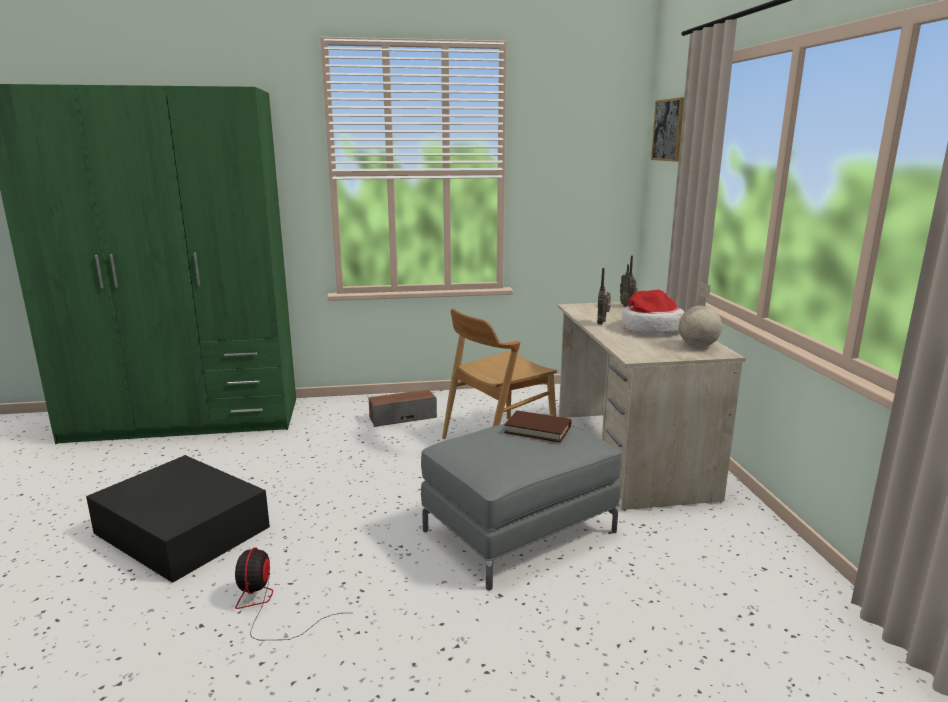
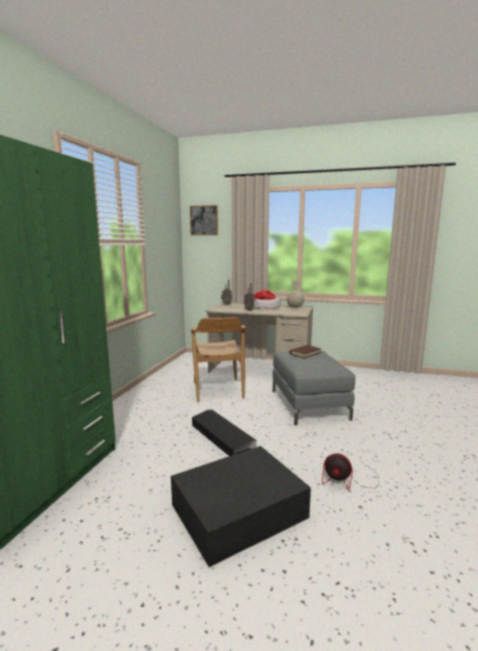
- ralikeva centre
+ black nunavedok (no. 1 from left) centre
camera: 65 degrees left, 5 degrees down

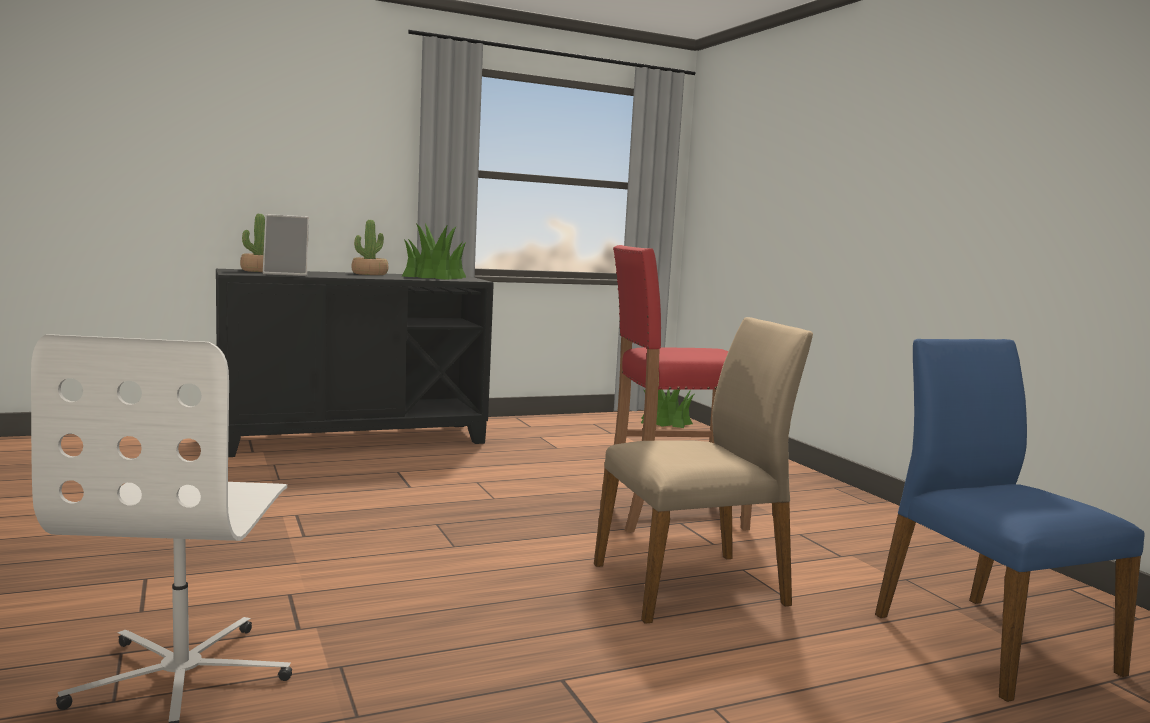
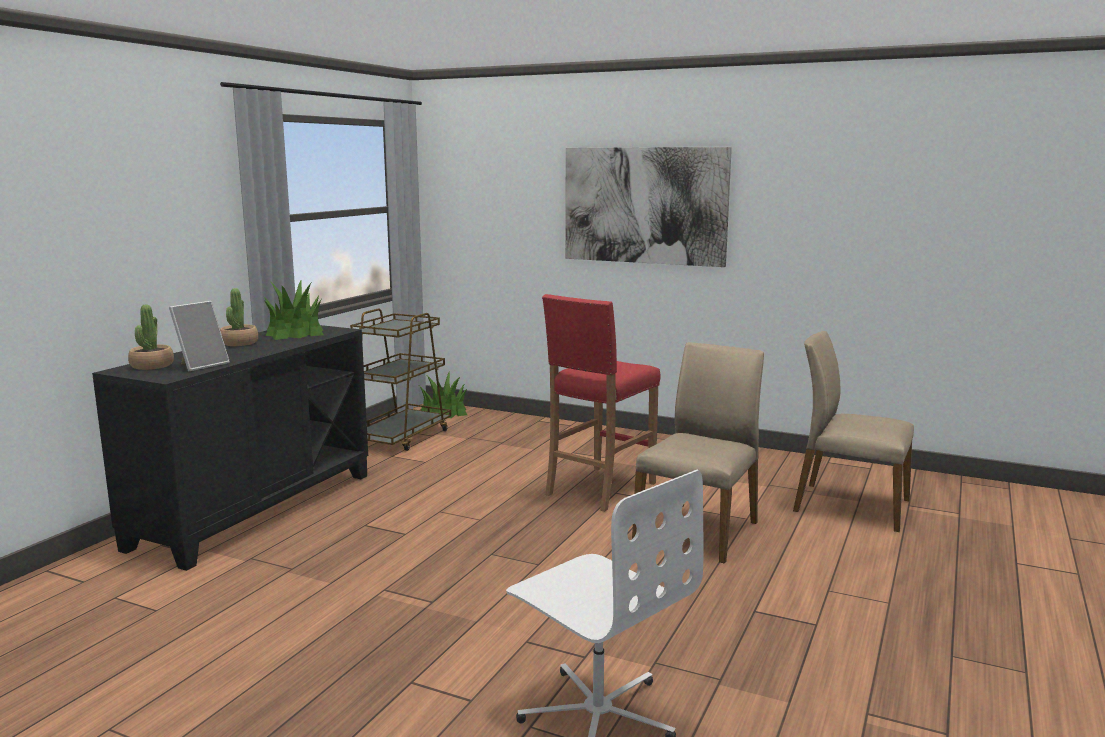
+ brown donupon centre
+ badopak top centre
~ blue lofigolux bottom right to beige lofigolux (no. 2 from left) middle right
camera: 40 degrees left, 5 degrees up

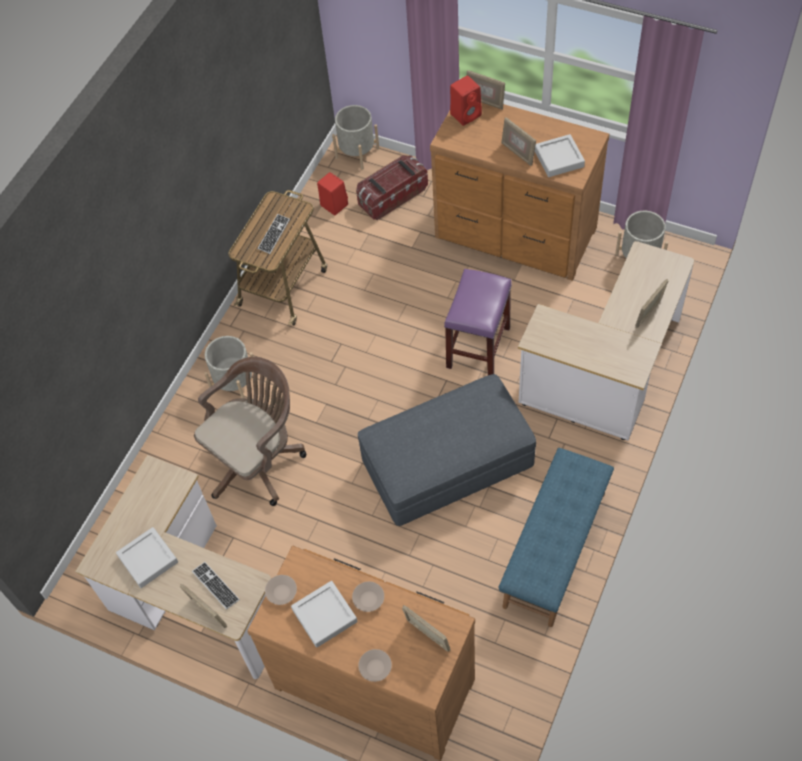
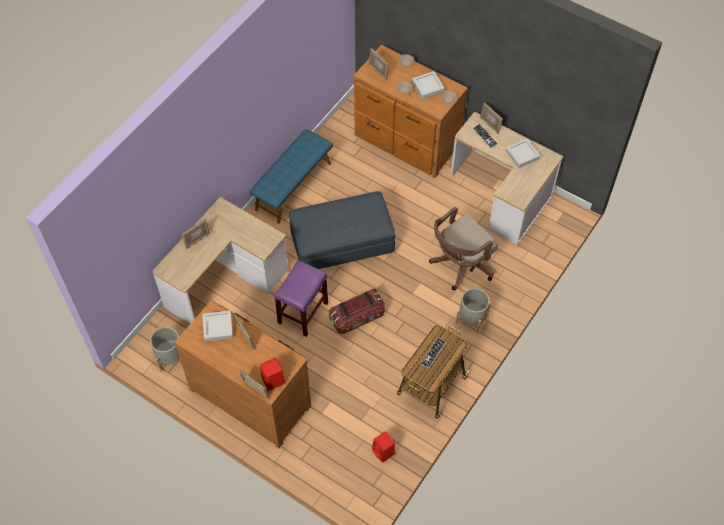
- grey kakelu (no. 2 from left) top centre
~ nunavedok top centre to centre
camera: 175 degrees left, 0 degrees up

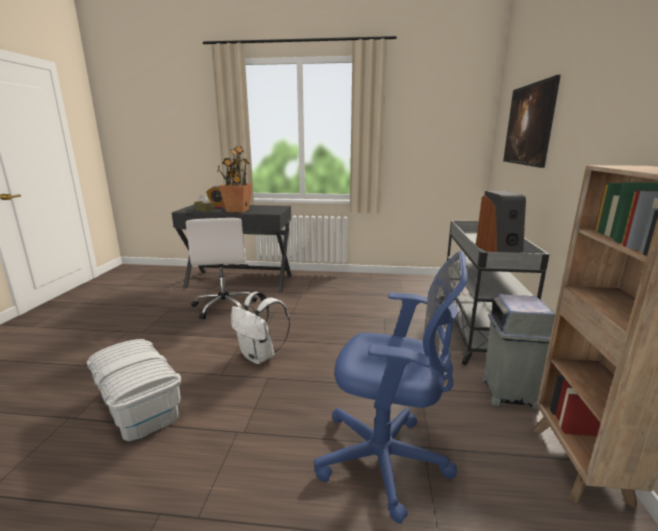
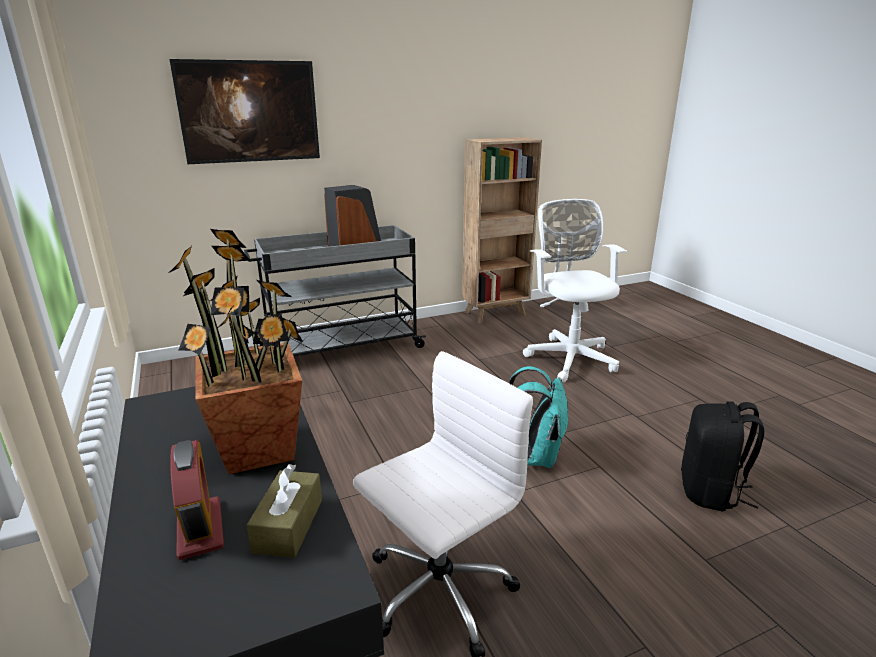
- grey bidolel middle right
~ white nunavedok bottom left to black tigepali bottom right
~ white tigepali centre to turquoise tigepali centre
~ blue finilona bottom centre to white finilona (no. 2 from left) centre
camera: 120 degrees left, 5 degrees up

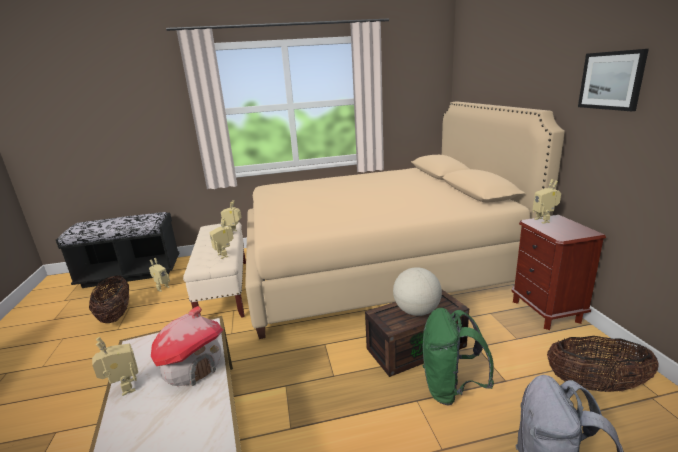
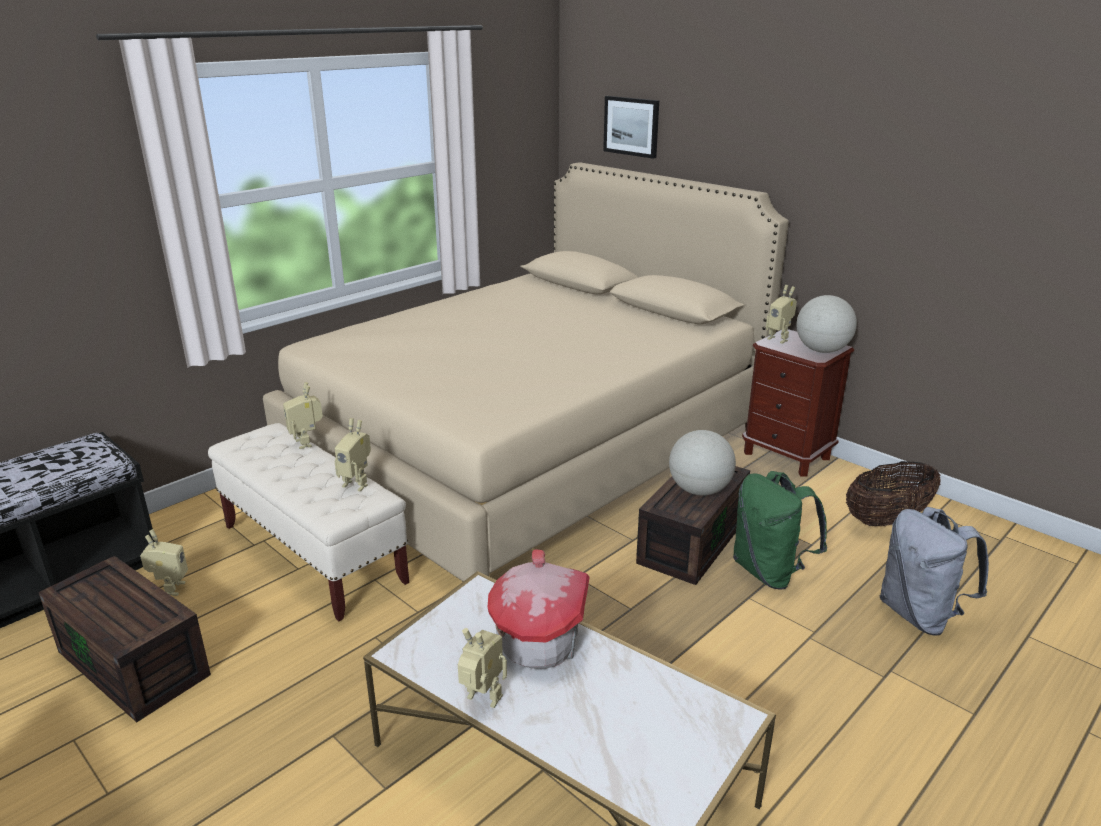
+ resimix (no. 2 from left) middle right
~ badopak top right to top centre
~ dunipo (no. 1 from left) middle left to brown nunavedok (no. 1 from left) bottom left
camera: 35 degrees left, 5 degrees up

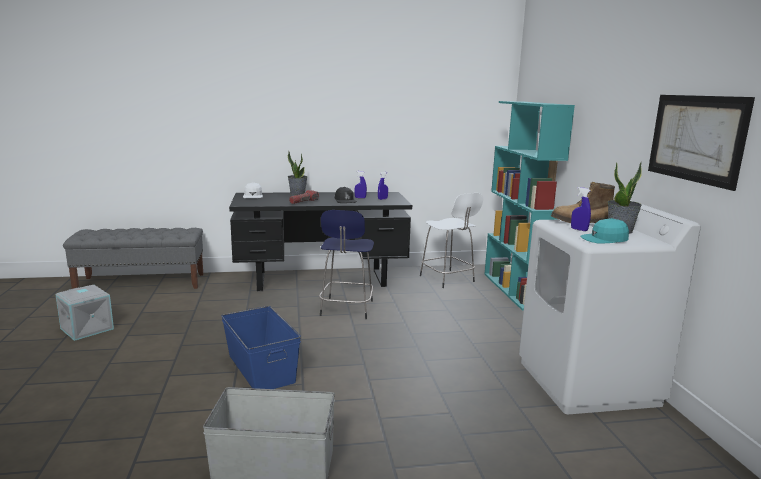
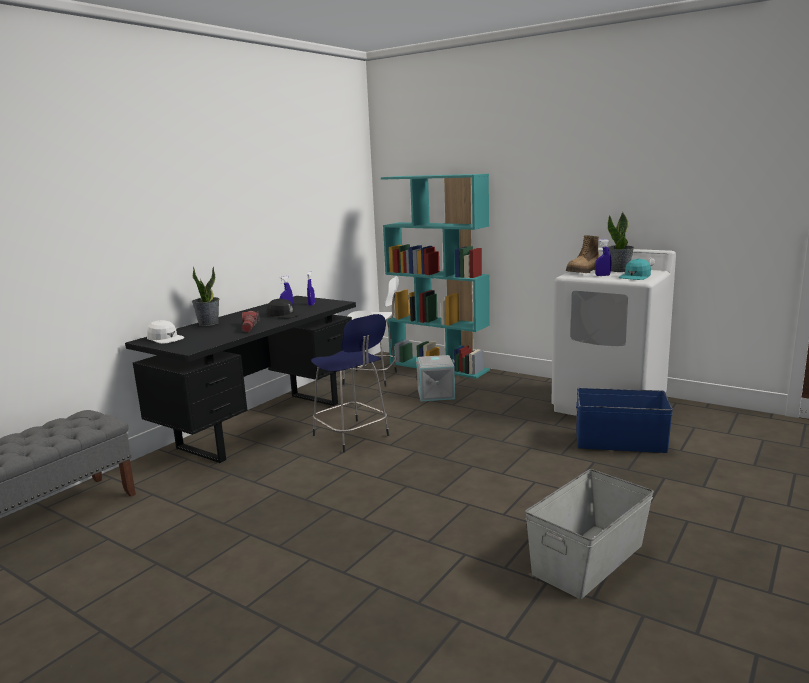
- badopak top right
~ grey nunavedok (no. 1 from left) middle left to centre
~ blue nunavedok bottom centre to middle right
camera: 45 degrees left, 0 degrees up

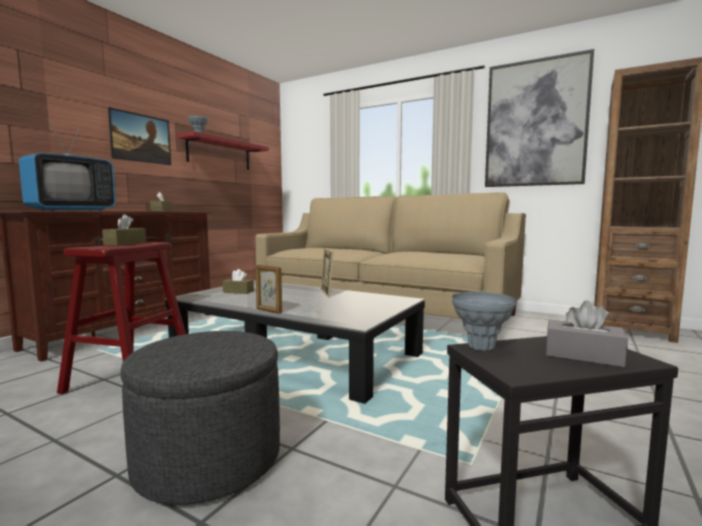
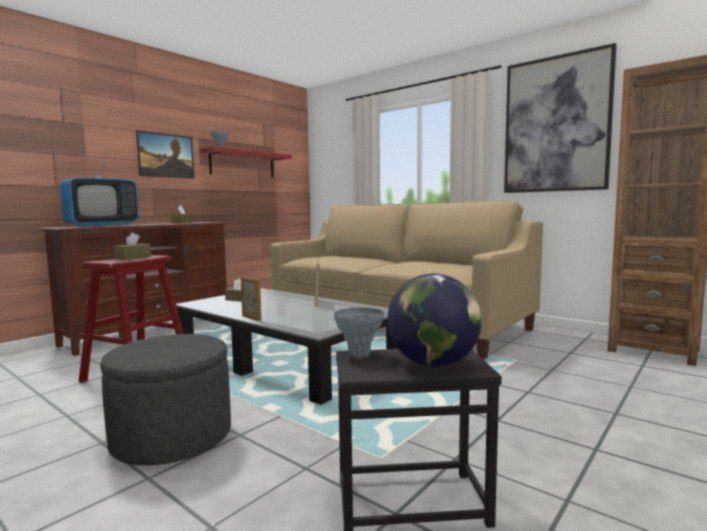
~ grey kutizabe middle right to resimix centre
camera: 10 degrees right, 0 degrees up

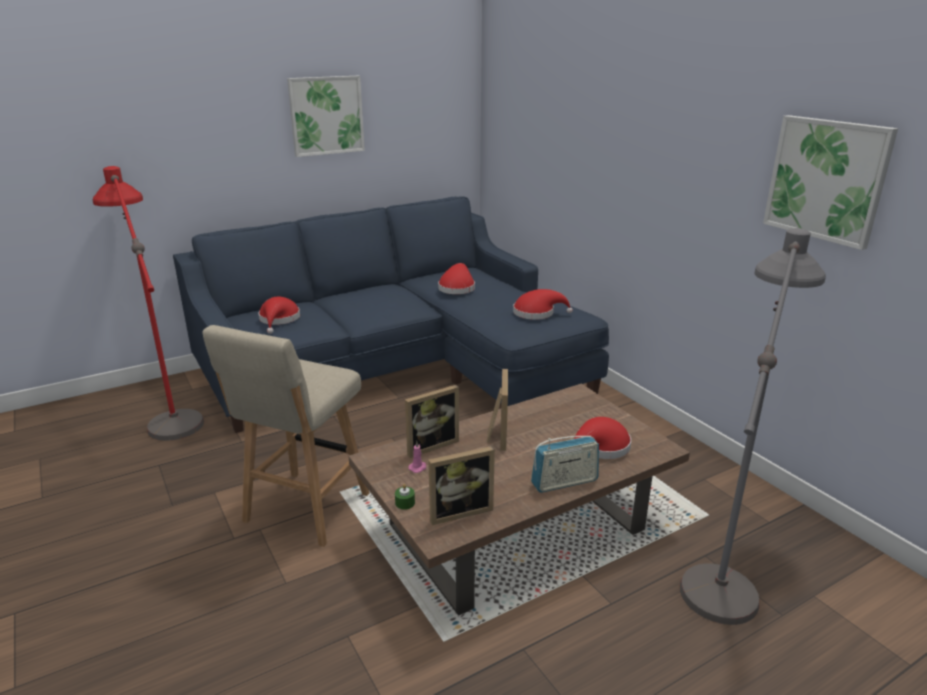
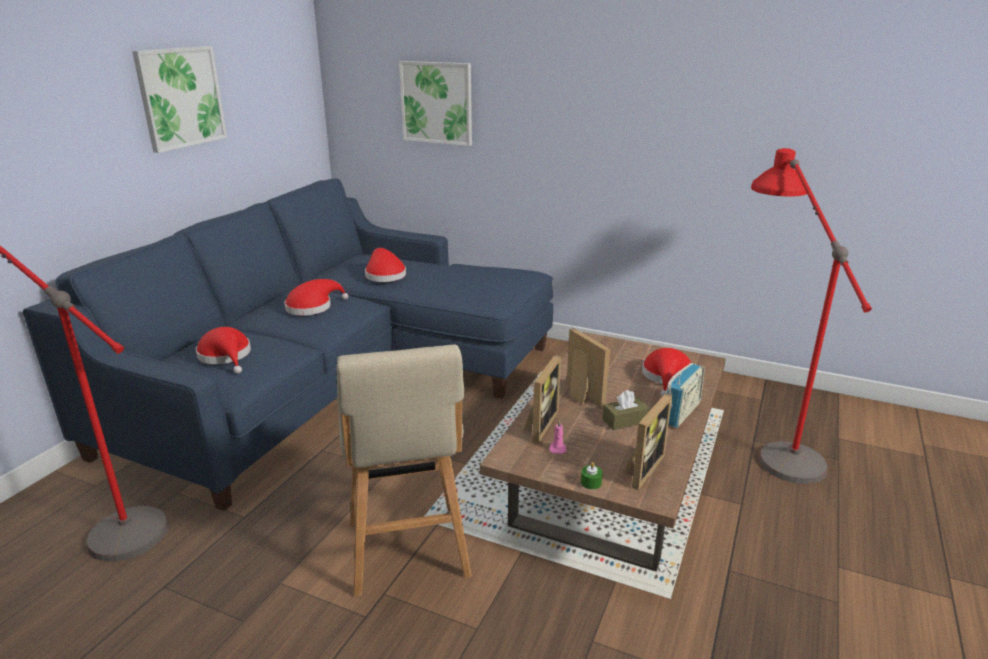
+ brown kutizabe centre
~ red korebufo (no. 3 from left in the first image) centre to red korebufo (no. 2 from left) middle left
~ badopak (no. 2 from left) top right to top centre
~ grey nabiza middle right to red nabiza (no. 2 from left) middle right
camera: 35 degrees left, 0 degrees up

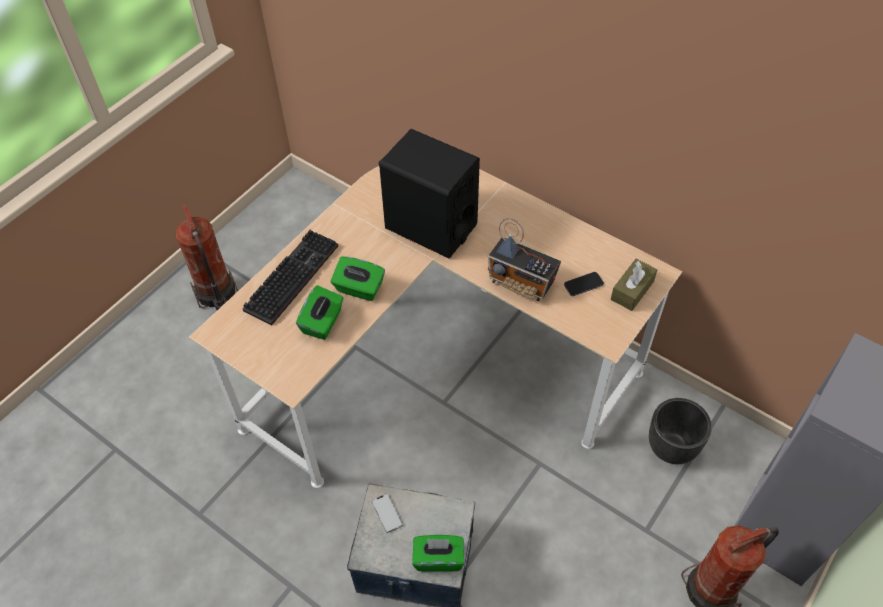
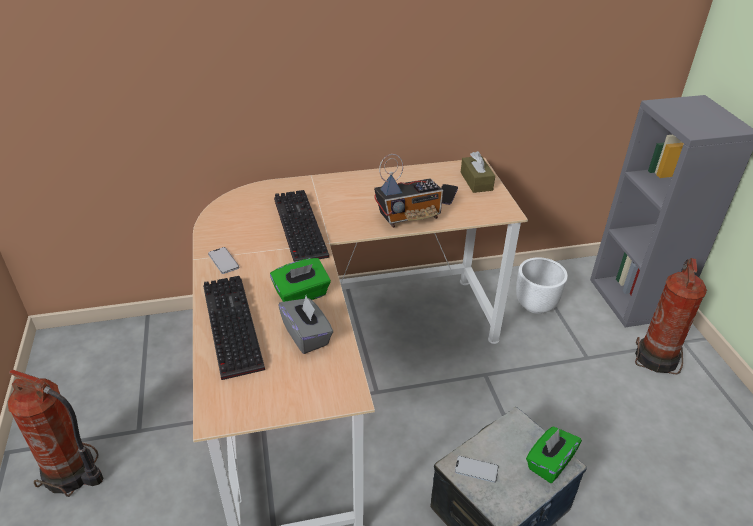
+ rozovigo (no. 1 from left) middle left
~ black ralikeva top centre to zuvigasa (no. 2 from left) centre
~ green kutizabe (no. 1 from left) centre to grey kutizabe centre
~ black kakelu bottom right to white kakelu middle right
camera: 50 degrees left, 15 degrees down

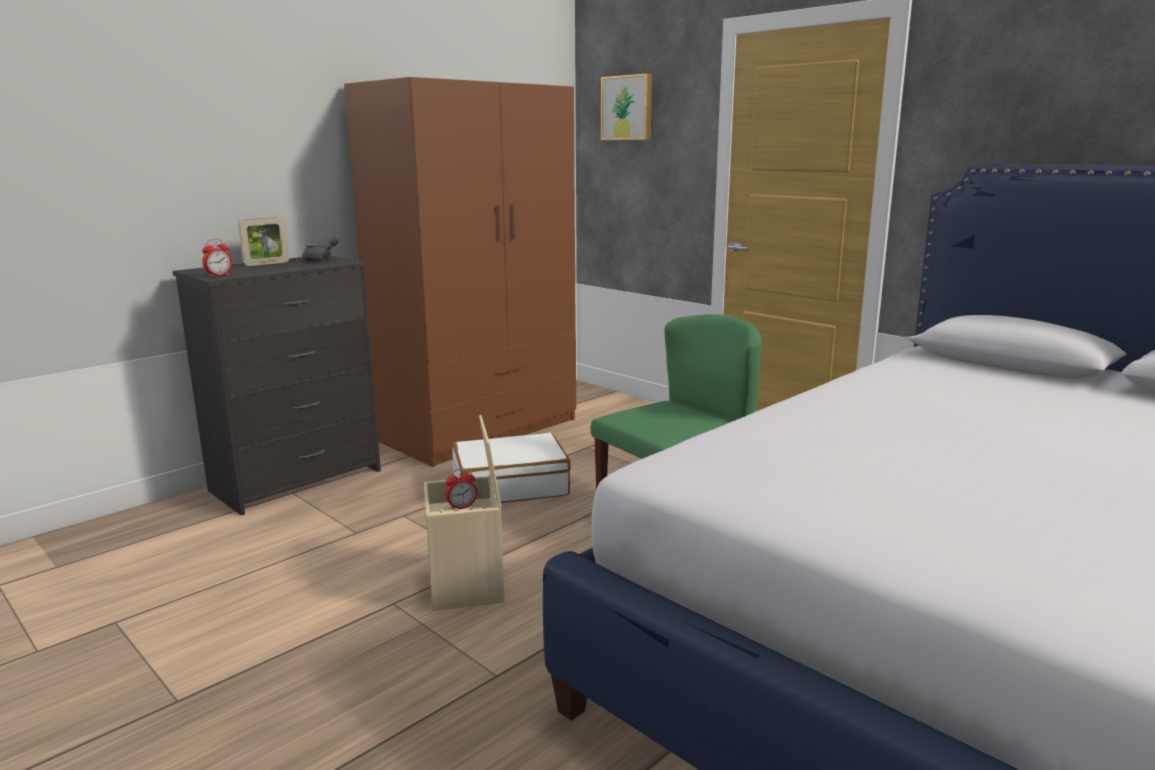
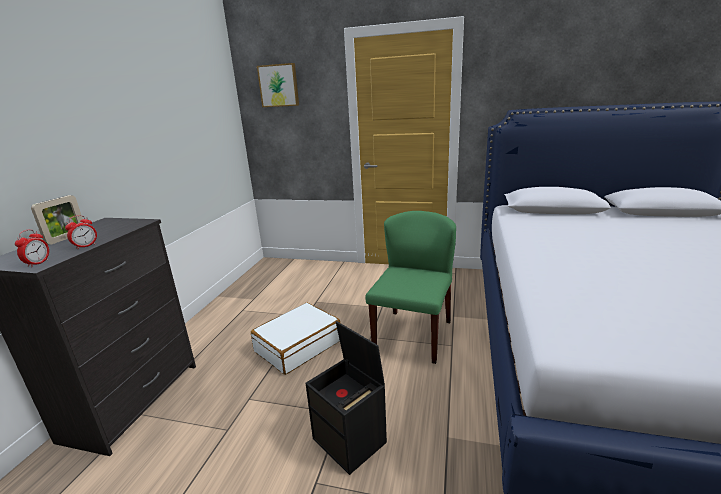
- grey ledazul top left
- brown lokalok centre
~ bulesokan (no. 2 from left) centre to middle left
~ beige nunavedok centre to black nunavedok bottom centre
camera: 30 degrees left, 5 degrees up

